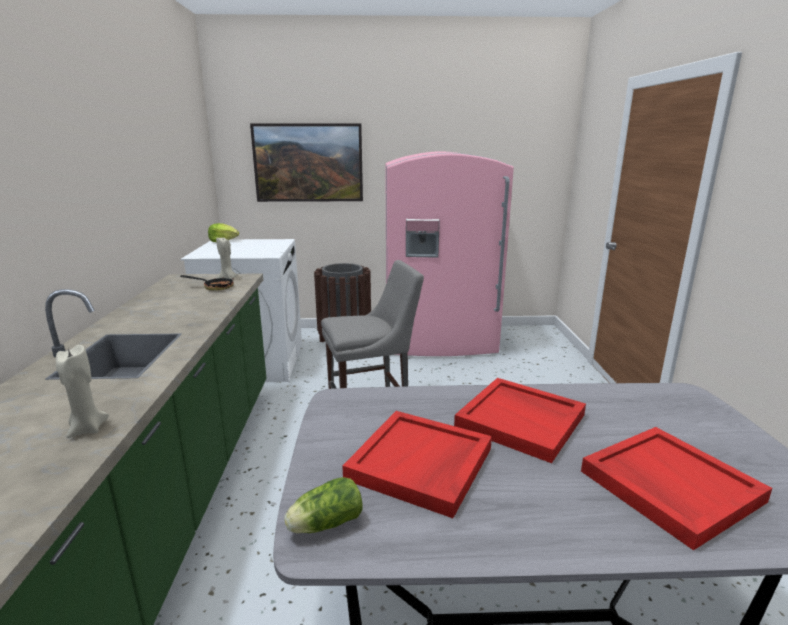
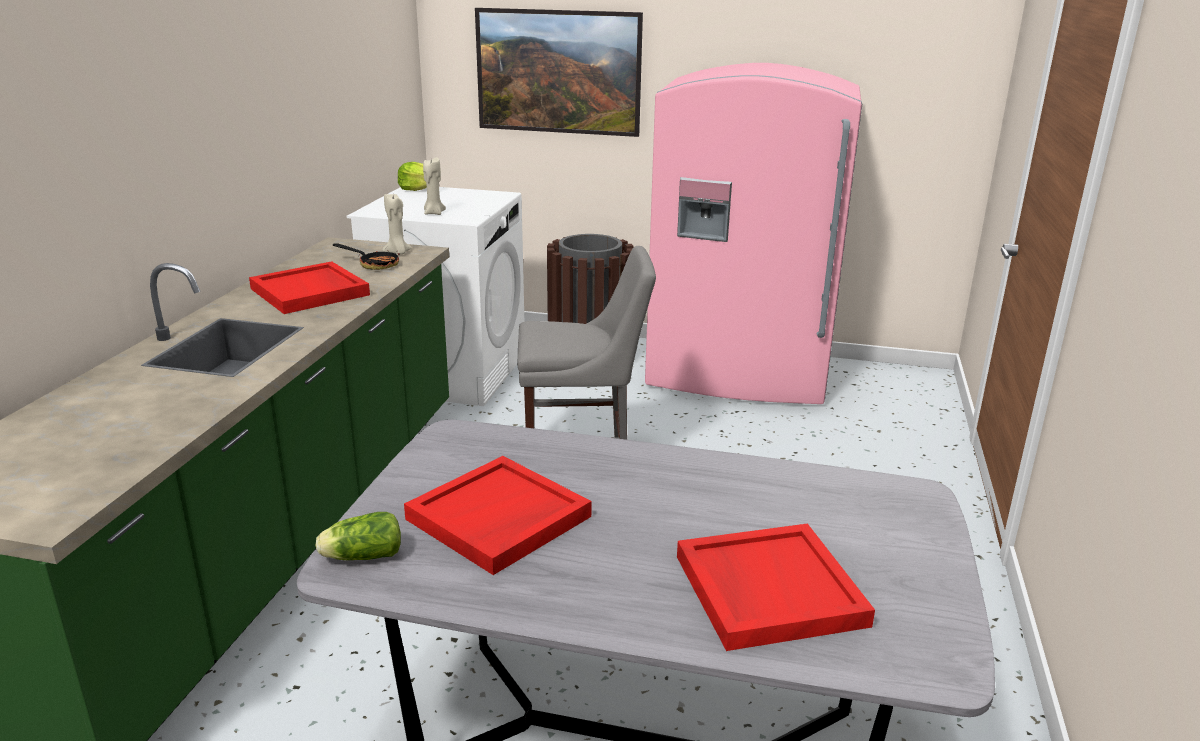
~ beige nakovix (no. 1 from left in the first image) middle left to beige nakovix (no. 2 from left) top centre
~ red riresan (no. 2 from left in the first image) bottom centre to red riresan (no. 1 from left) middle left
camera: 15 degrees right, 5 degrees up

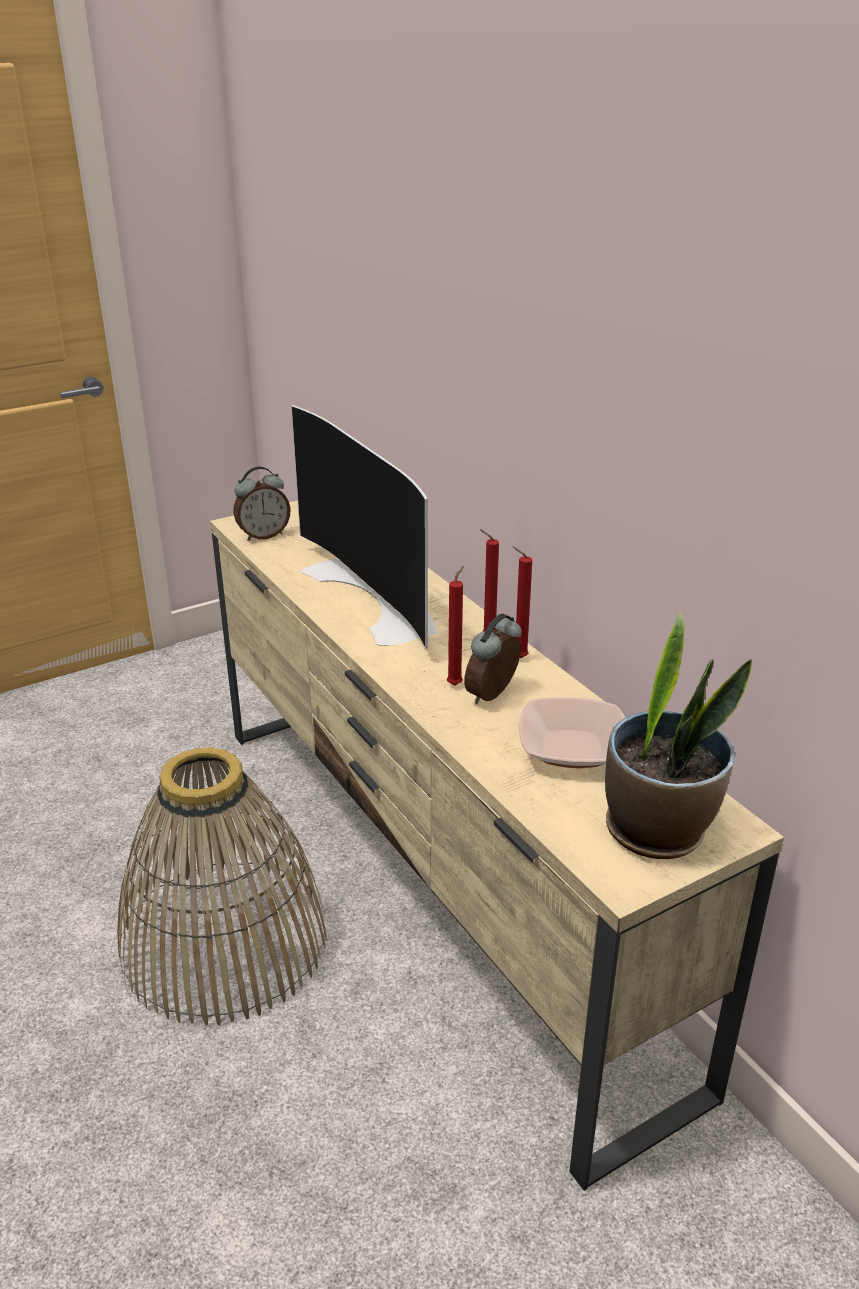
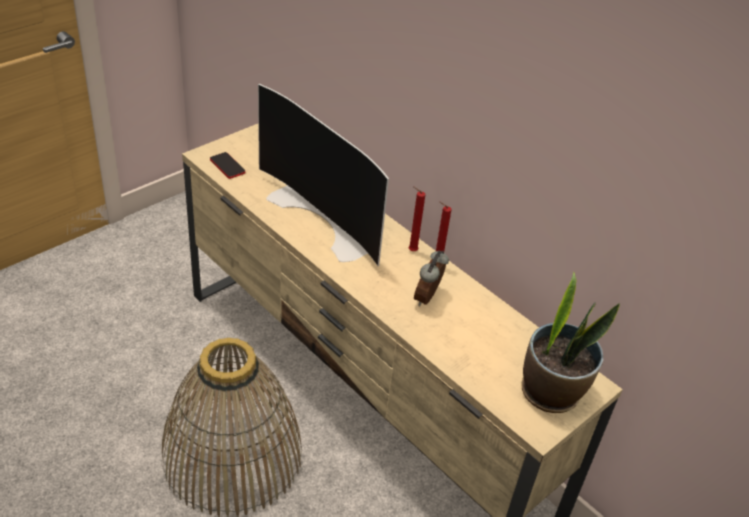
- red nakovix (no. 1 from left) centre
- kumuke centre
~ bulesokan (no. 1 from left) middle left to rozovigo top left
camera: 15 degrees left, 10 degrees up

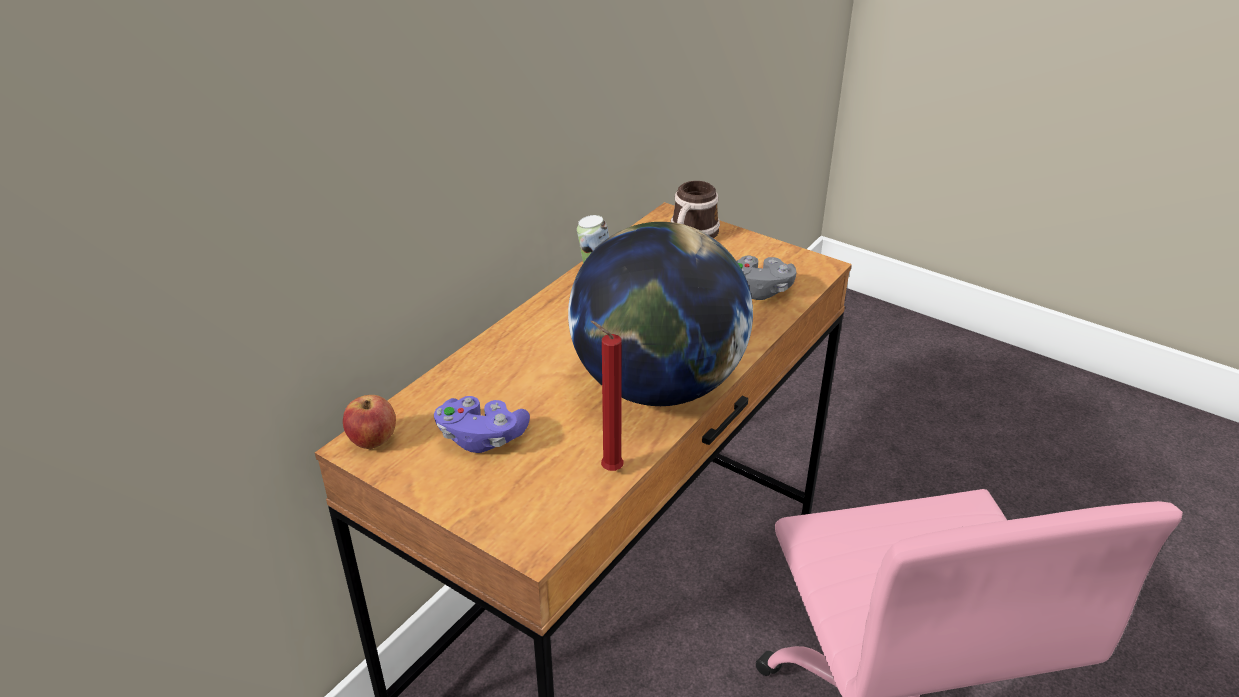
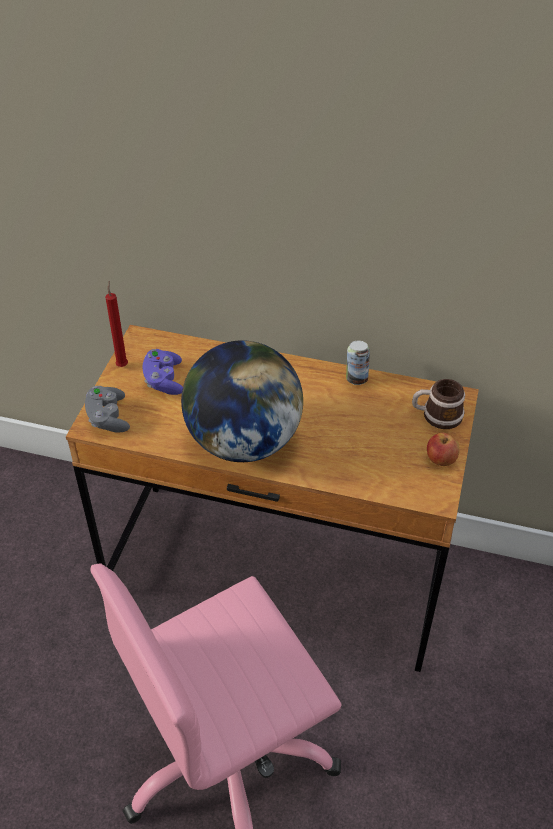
~ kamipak middle left to middle right
~ red nakovix centre to middle left
~ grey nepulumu centre to middle left
camera: 70 degrees right, 10 degrees up

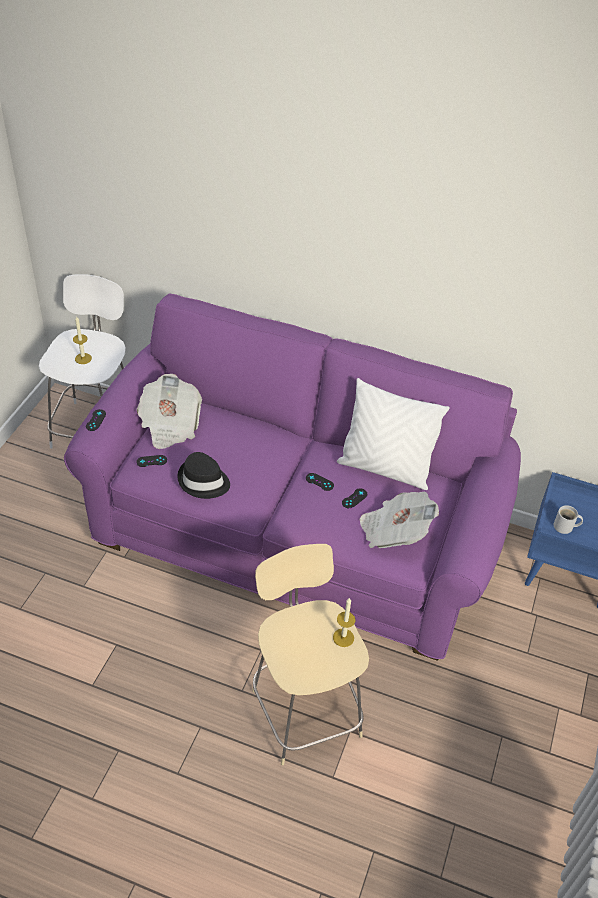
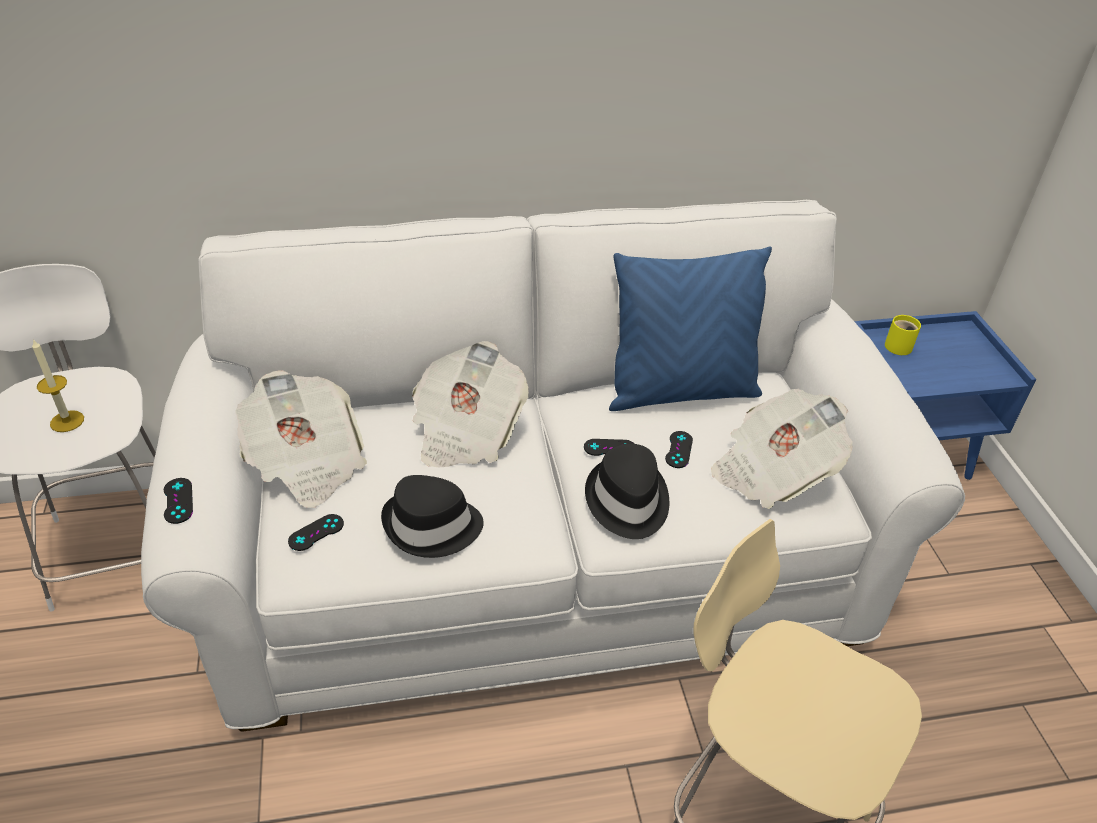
- nakovix (no. 2 from left) bottom centre
- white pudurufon middle right
+ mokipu (no. 2 from left) centre
+ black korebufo (no. 2 from left) centre
+ yellow pudurufon middle right
~ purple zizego centre to white zizego centre
~ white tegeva centre to blue tegeva centre
camera: 30 degrees left, 5 degrees down

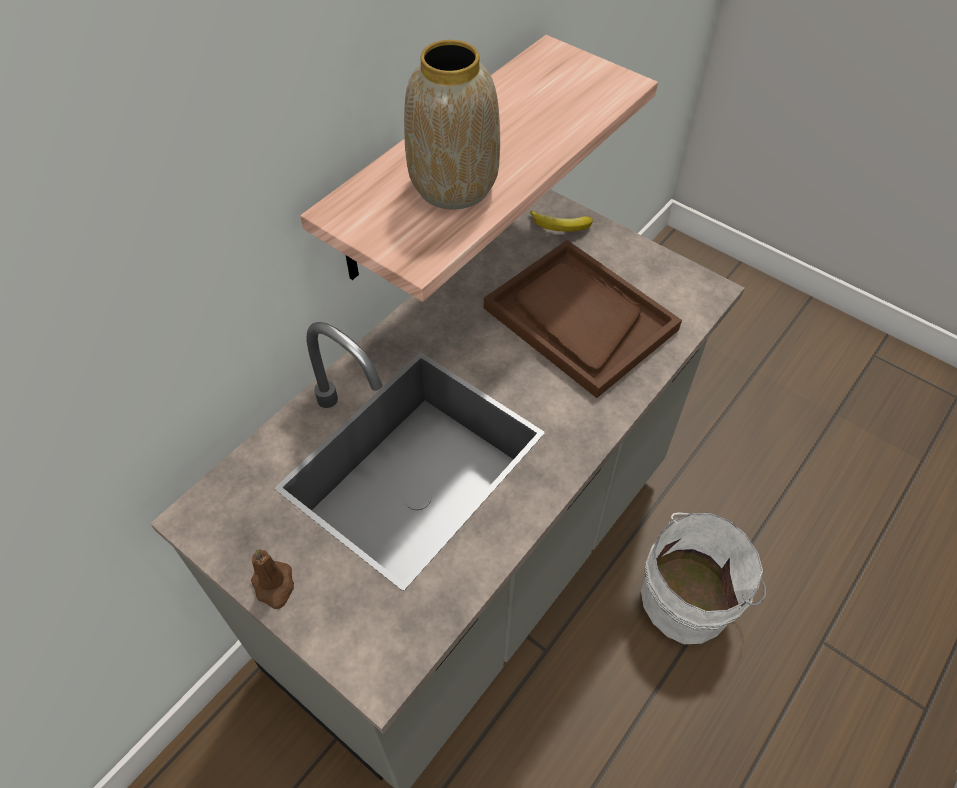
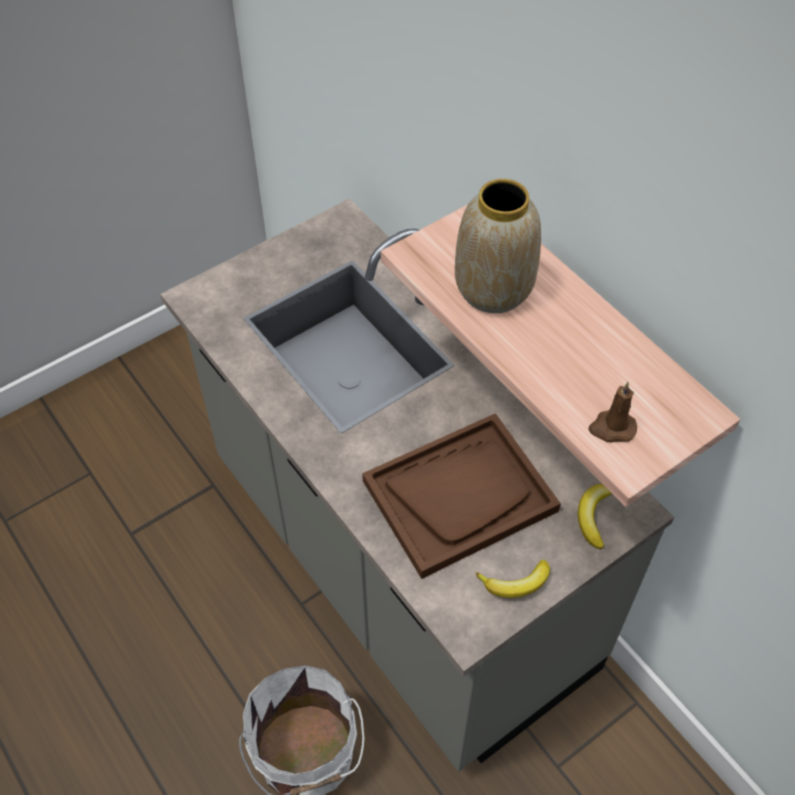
+ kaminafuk (no. 1 from left) bottom centre
~ brown nakovix bottom left to middle right
camera: 105 degrees right, 0 degrees up

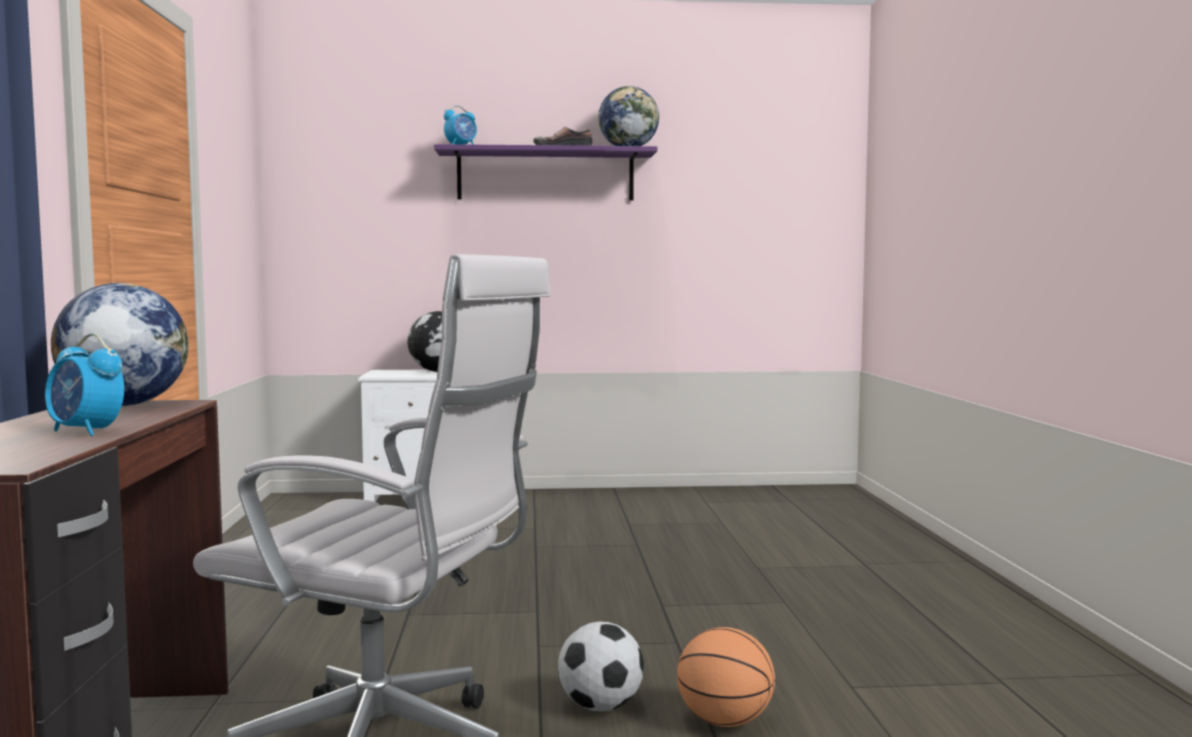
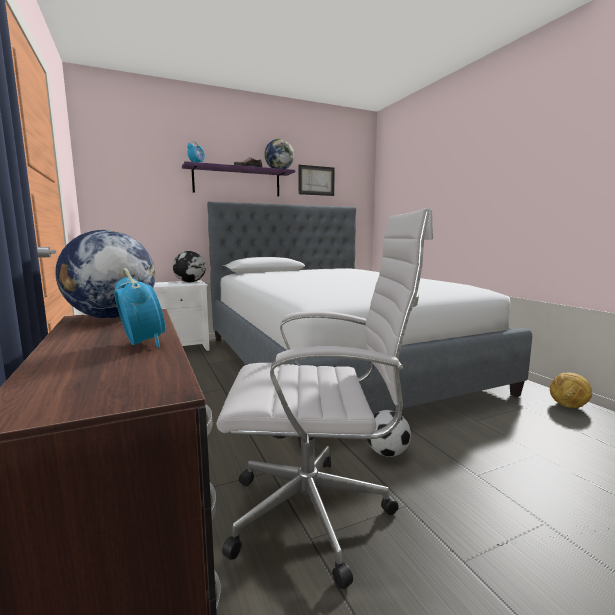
- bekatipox bottom centre
+ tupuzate centre
+ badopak top centre
+ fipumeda (no. 2 from left) middle right
~ bulesokan (no. 1 from left) middle left = middle left 135 degrees counterclockwise
camera: 20 degrees left, 5 degrees up

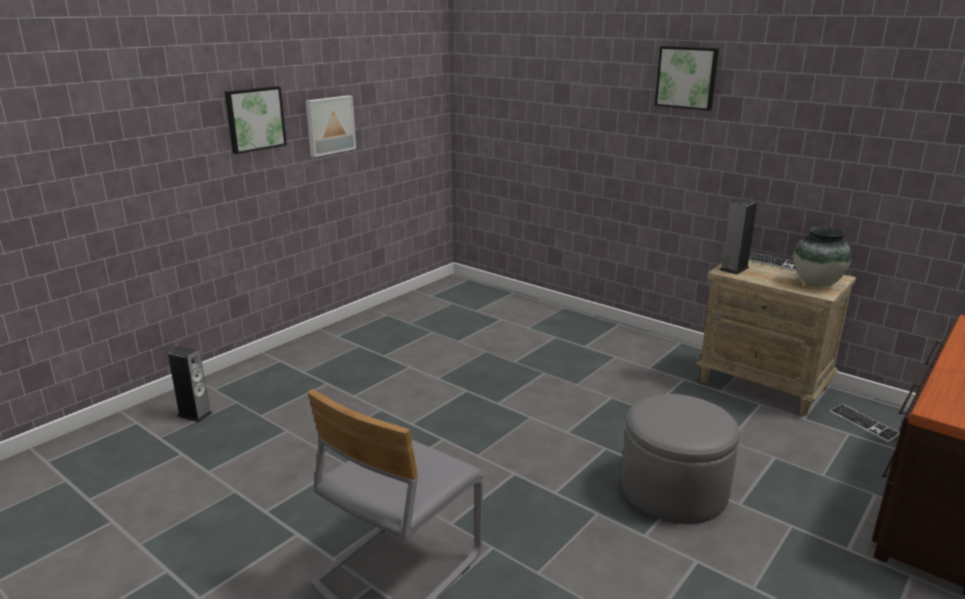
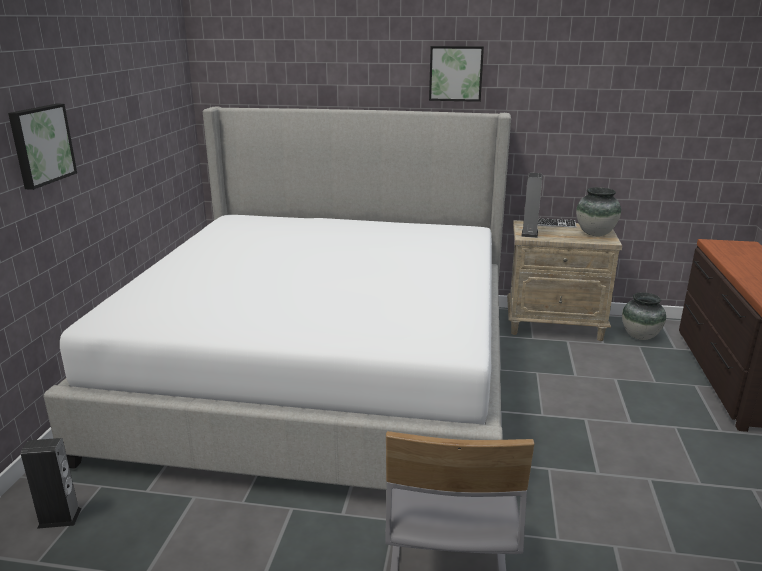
- badopak (no. 2 from left) top centre
- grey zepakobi bottom right
+ tupuzate centre
~ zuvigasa (no. 2 from left) bottom right to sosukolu (no. 2 from left) middle right
camera: 30 degrees left, 0 degrees up

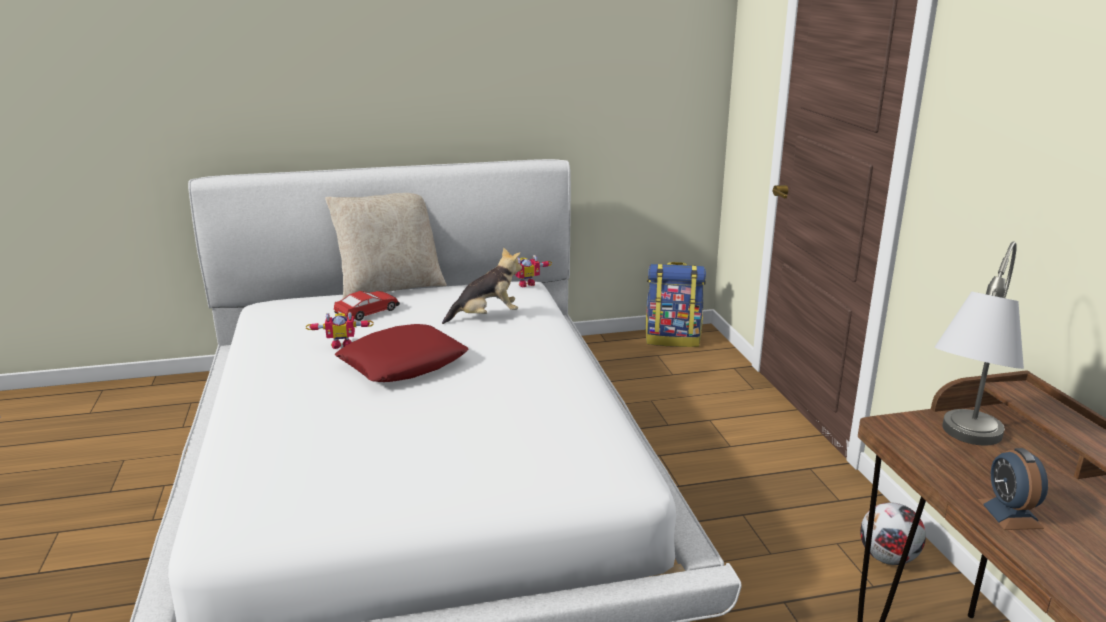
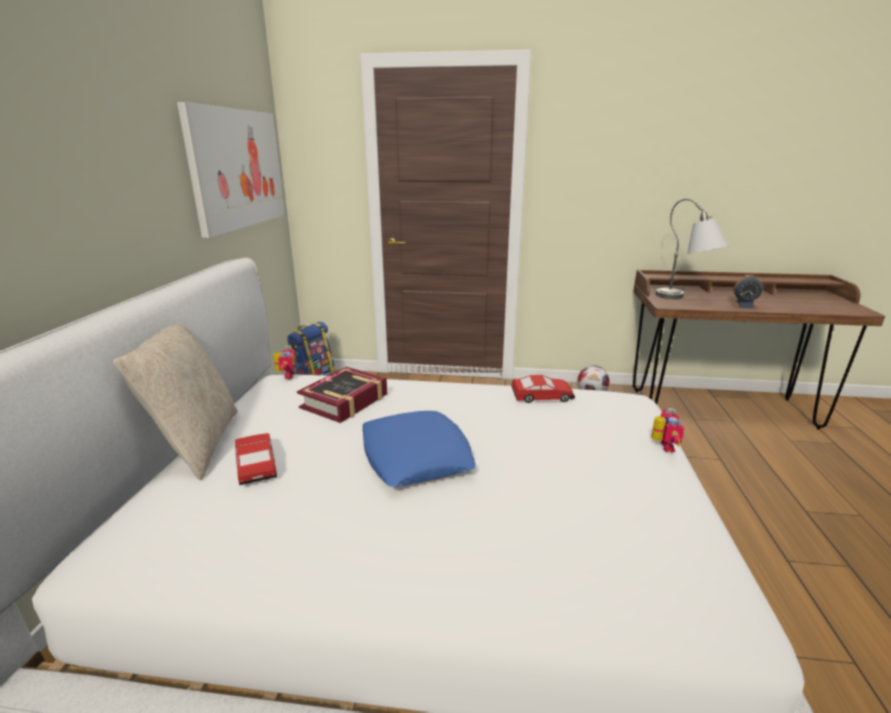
+ badopak top left
+ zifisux (no. 2 from left) centre
~ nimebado (no. 1 from left in the first image) middle left to nimebado (no. 2 from left) middle right
~ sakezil centre to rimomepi centre
~ red tegeva centre to blue tegeva centre
camera: 70 degrees left, 0 degrees up

